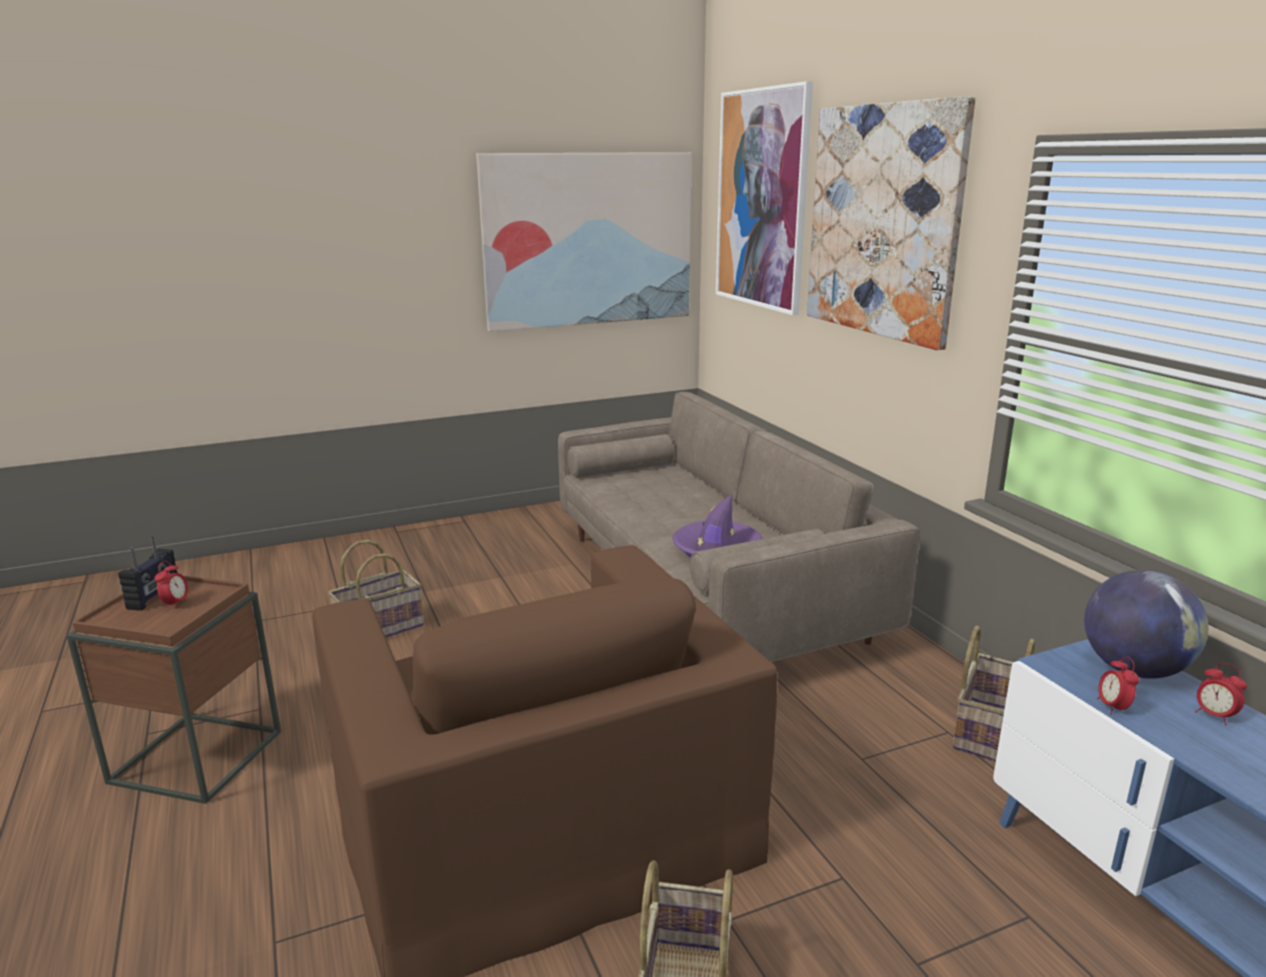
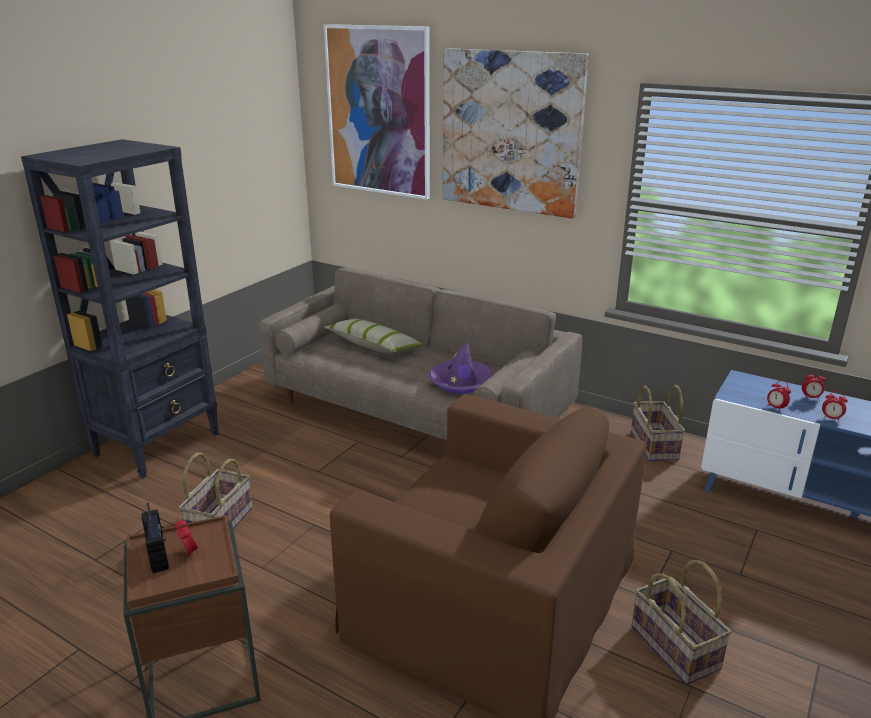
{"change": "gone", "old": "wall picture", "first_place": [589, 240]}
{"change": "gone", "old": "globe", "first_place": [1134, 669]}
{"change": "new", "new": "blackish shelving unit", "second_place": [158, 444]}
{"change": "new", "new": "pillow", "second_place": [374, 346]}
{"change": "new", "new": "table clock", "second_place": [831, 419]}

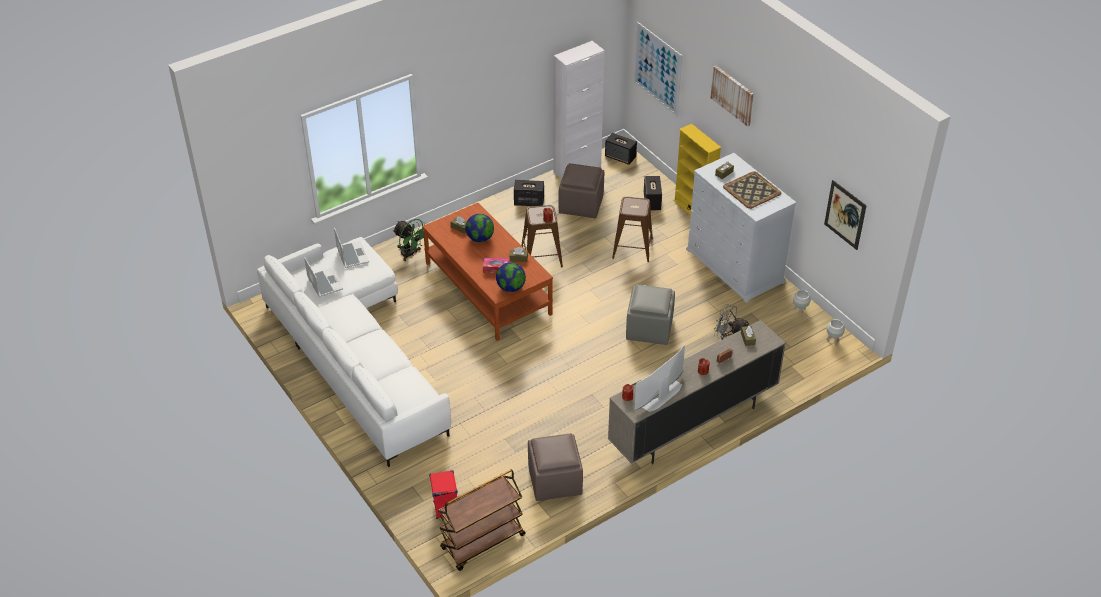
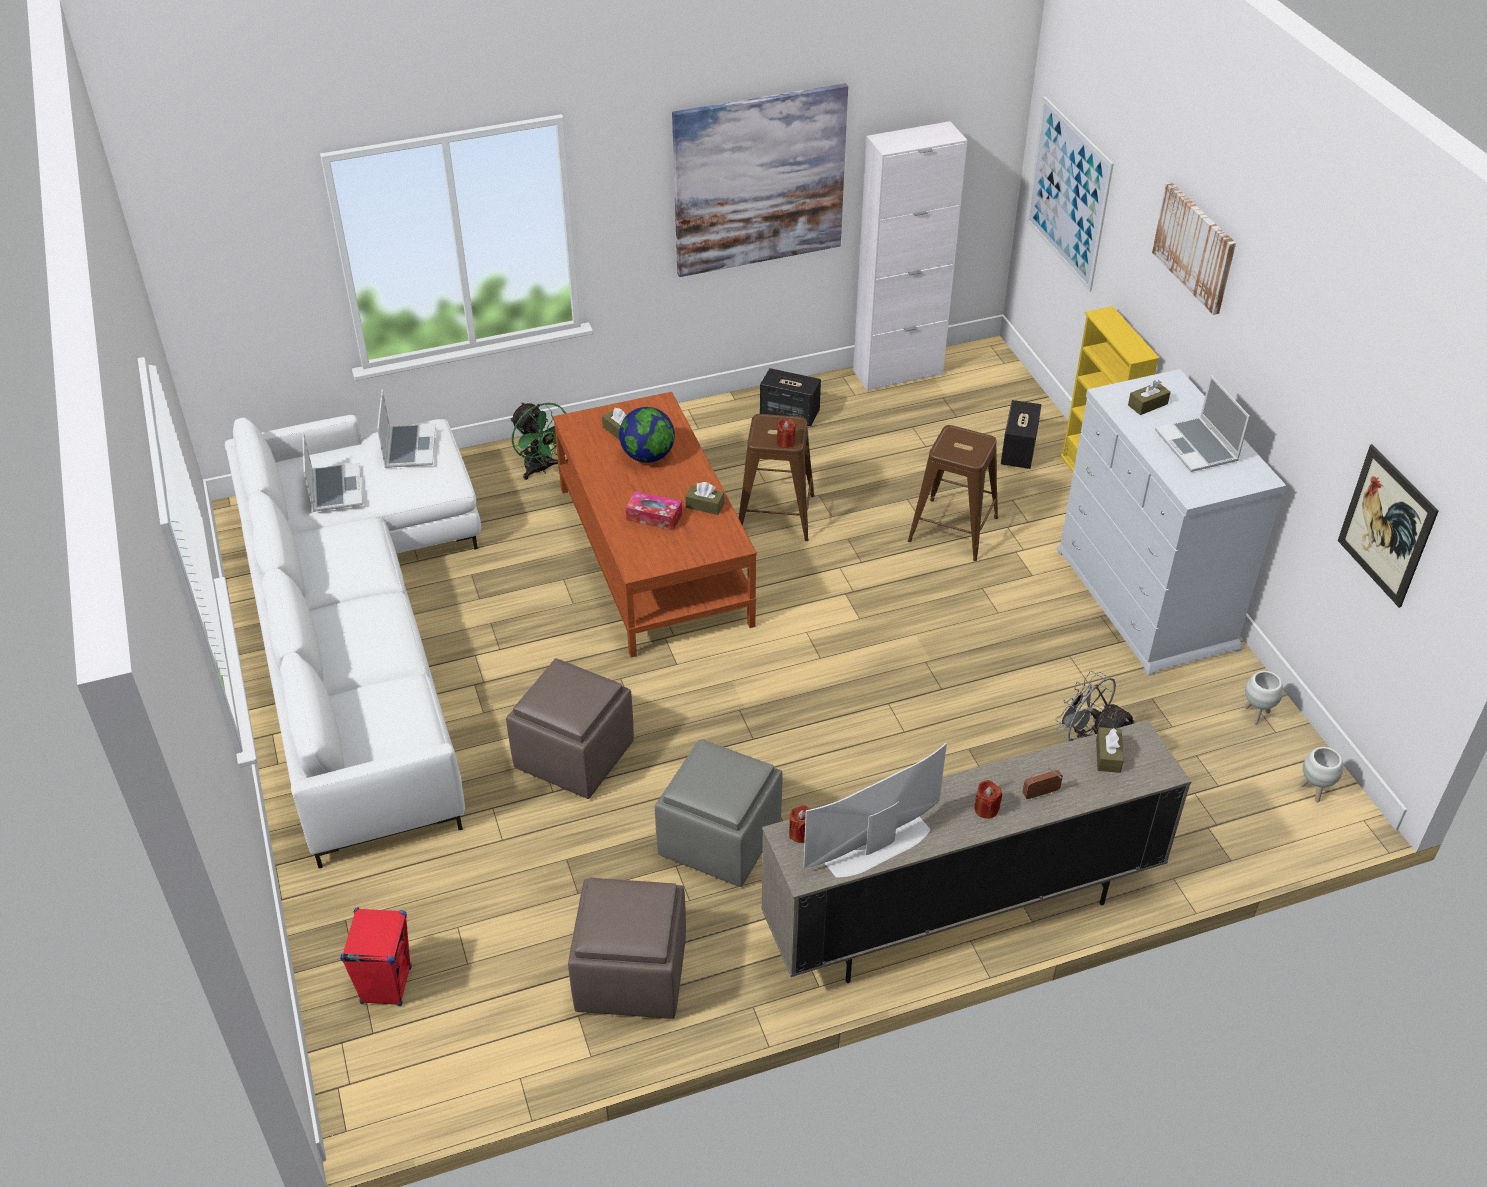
{"change": "gone", "old": "brown-coloured wheeled cart", "first_place": [482, 542]}
{"change": "gone", "old": "globe", "first_place": [511, 288]}
{"change": "shifted", "old": "brown-coloured footrest", "first_place": [581, 204], "second_place": [576, 755]}
{"change": "gone", "old": "loudspeaker", "first_place": [620, 157]}
{"change": "shifted", "old": "grey footrest", "first_place": [649, 329], "second_place": [720, 840]}
{"change": "swapped", "old": "serving tray", "new": "portable computer", "first_place": [752, 190], "second_place": [1198, 447]}
{"change": "new", "new": "wall picture", "second_place": [759, 180]}

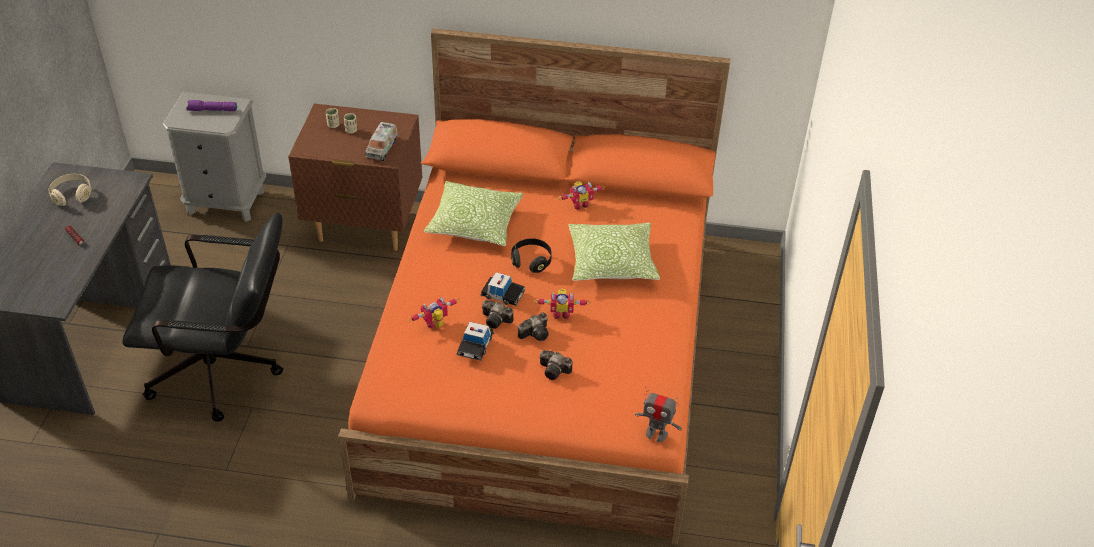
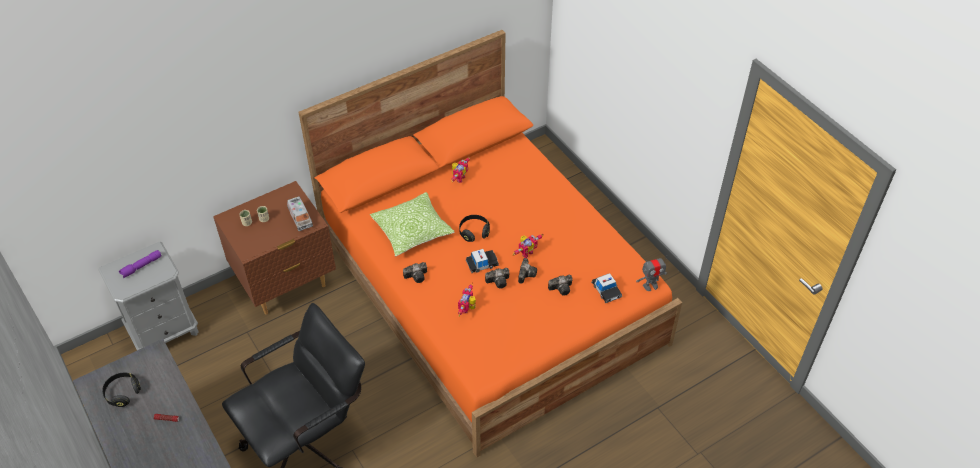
{"change": "repainted", "old": "beige-coloured pair of headphones", "new": "blackish pair of headphones", "first_place": [72, 195], "second_place": [123, 393]}
{"change": "shifted", "old": "toy car", "first_place": [475, 345], "second_place": [606, 290]}
{"change": "gone", "old": "pillow", "first_place": [612, 262]}
{"change": "new", "new": "still camera", "second_place": [417, 276]}

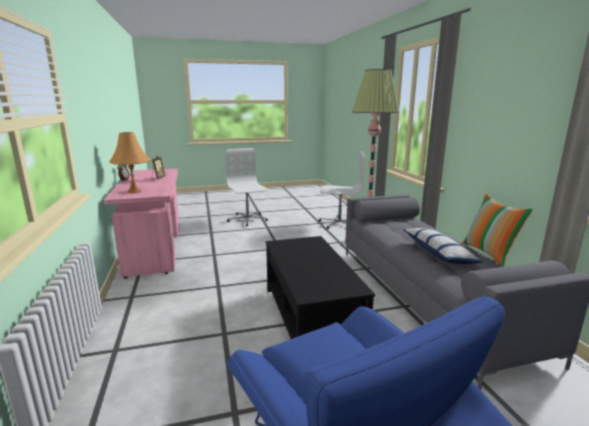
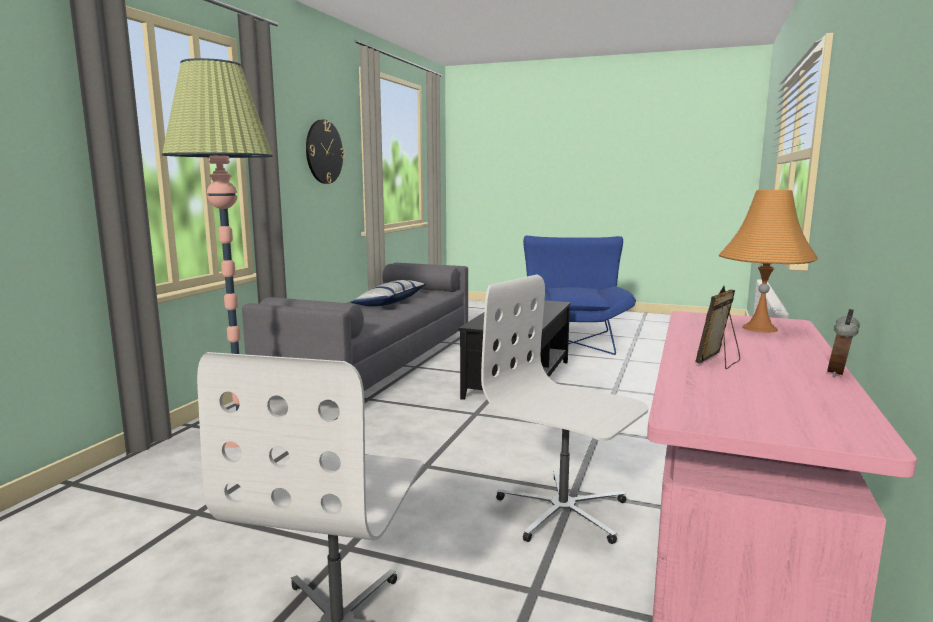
{"change": "shifted", "old": "whitish office chair", "first_place": [339, 223], "second_place": [562, 512]}
{"change": "gone", "old": "pillow", "first_place": [489, 253]}
{"change": "new", "new": "wall clock", "second_place": [324, 152]}

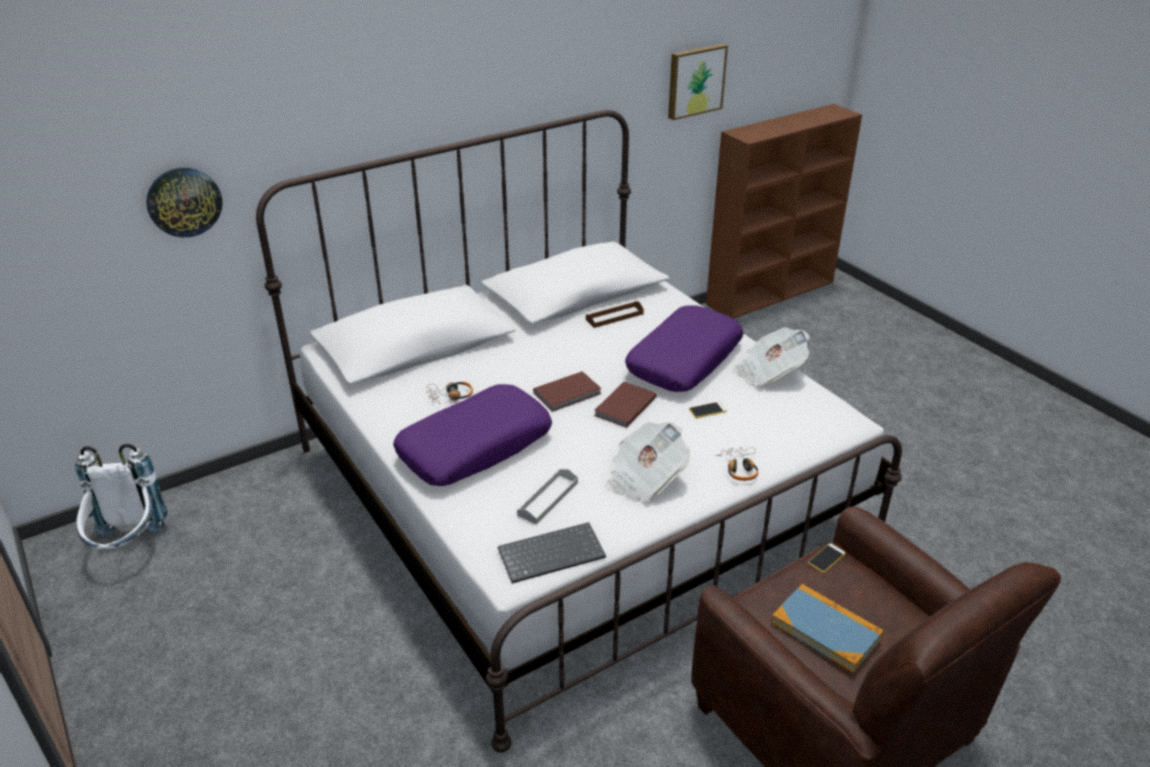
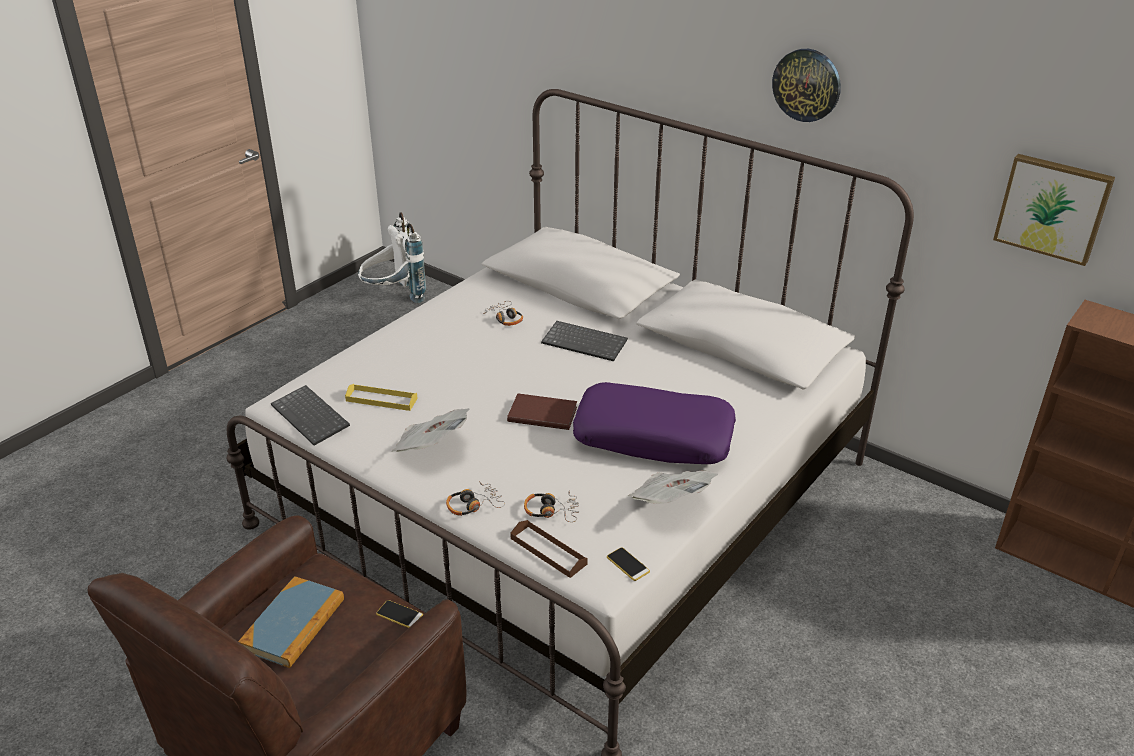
{"change": "shifted", "old": "wall clock", "first_place": [184, 202], "second_place": [807, 85]}
{"change": "gone", "old": "purplish pillow", "first_place": [475, 446]}
{"change": "repainted", "old": "grey serving tray", "new": "yellow serving tray", "first_place": [548, 499], "second_place": [381, 400]}
{"change": "gone", "old": "brown-coloured bound book", "first_place": [568, 394]}
{"change": "shifted", "old": "brown-coloured serving tray", "first_place": [614, 316], "second_place": [548, 551]}
{"change": "shifted", "old": "phone", "first_place": [707, 410], "second_place": [628, 564]}
{"change": "new", "new": "pair of headphones", "second_place": [551, 511]}
{"change": "new", "new": "keyboard", "second_place": [586, 342]}

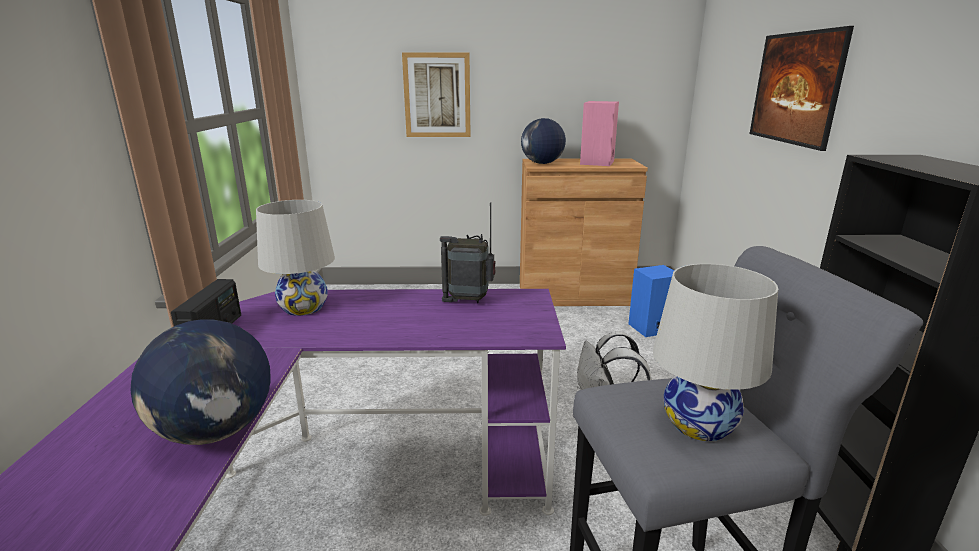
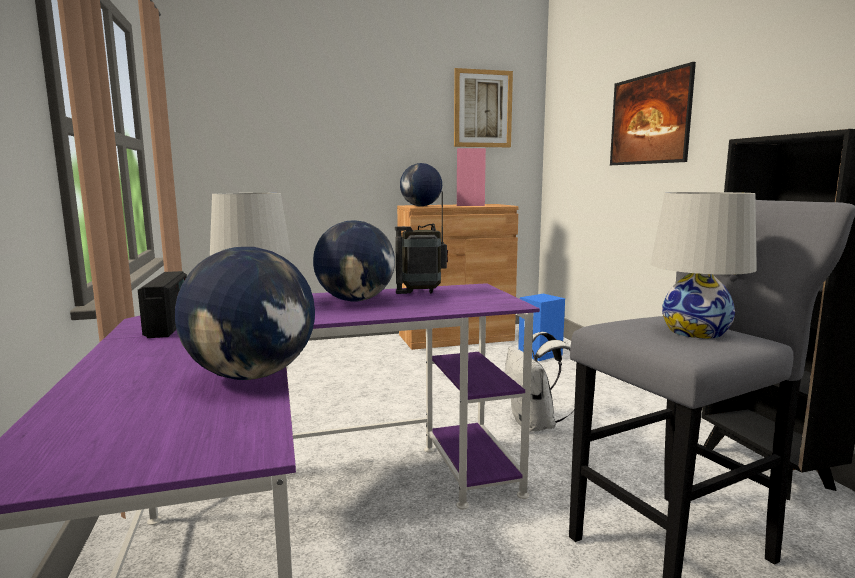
{"change": "shifted", "old": "wall picture", "first_place": [437, 95], "second_place": [482, 109]}
{"change": "new", "new": "globe", "second_place": [355, 300]}

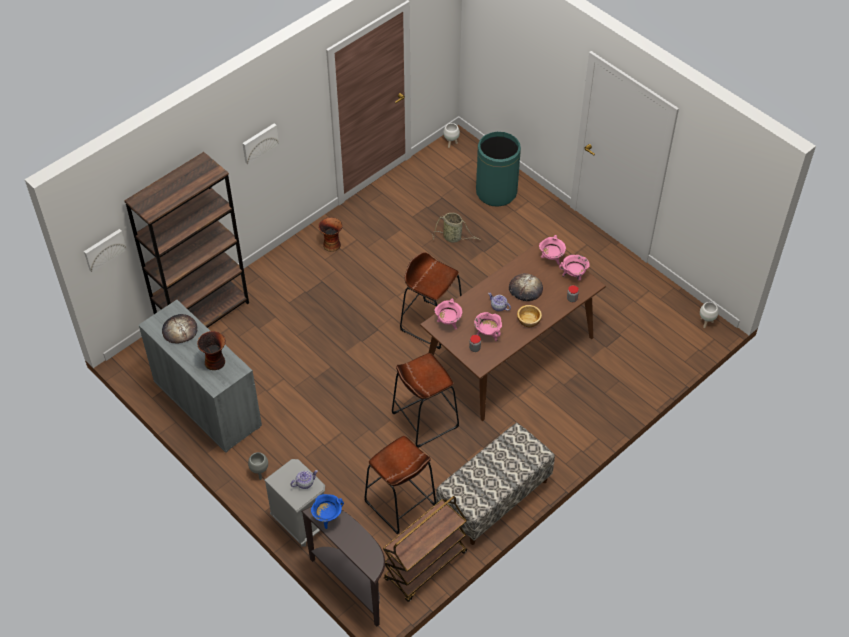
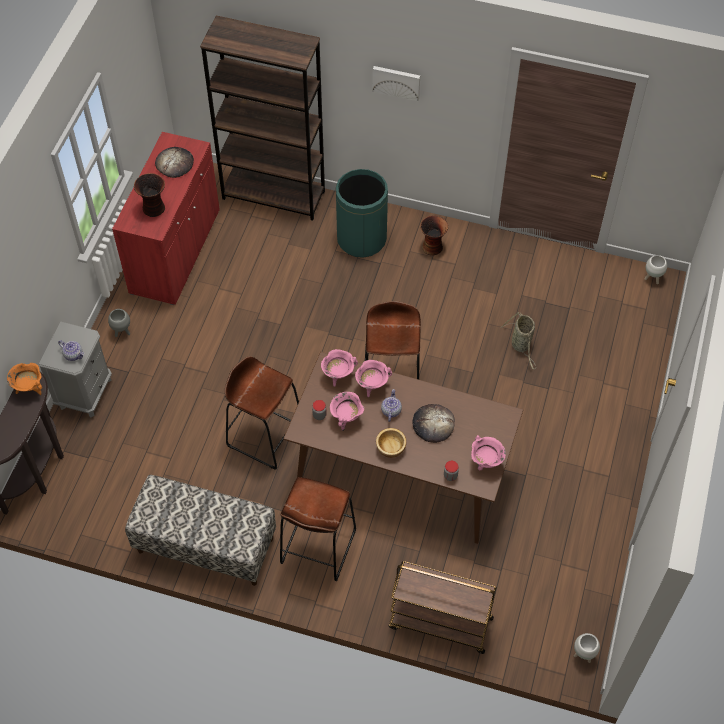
{"change": "gone", "old": "wall picture", "first_place": [104, 249]}
{"change": "repainted", "old": "grey cupboard", "new": "red-coloured cupboard", "first_place": [207, 404], "second_place": [175, 252]}
{"change": "repainted", "old": "bluish stockpot", "new": "orange stockpot", "first_place": [327, 517], "second_place": [29, 388]}
{"change": "shifted", "old": "brown-coloured stool seat", "first_place": [400, 503], "second_place": [318, 547]}
{"change": "shifted", "old": "brown-coloured wheeled cart", "first_place": [425, 566], "second_place": [439, 623]}
{"change": "shifted", "old": "green-coloured waste bin", "first_place": [496, 192], "second_place": [361, 239]}
{"change": "shifted", "old": "pink-coloured stockpot", "first_place": [551, 258], "second_place": [372, 386]}

